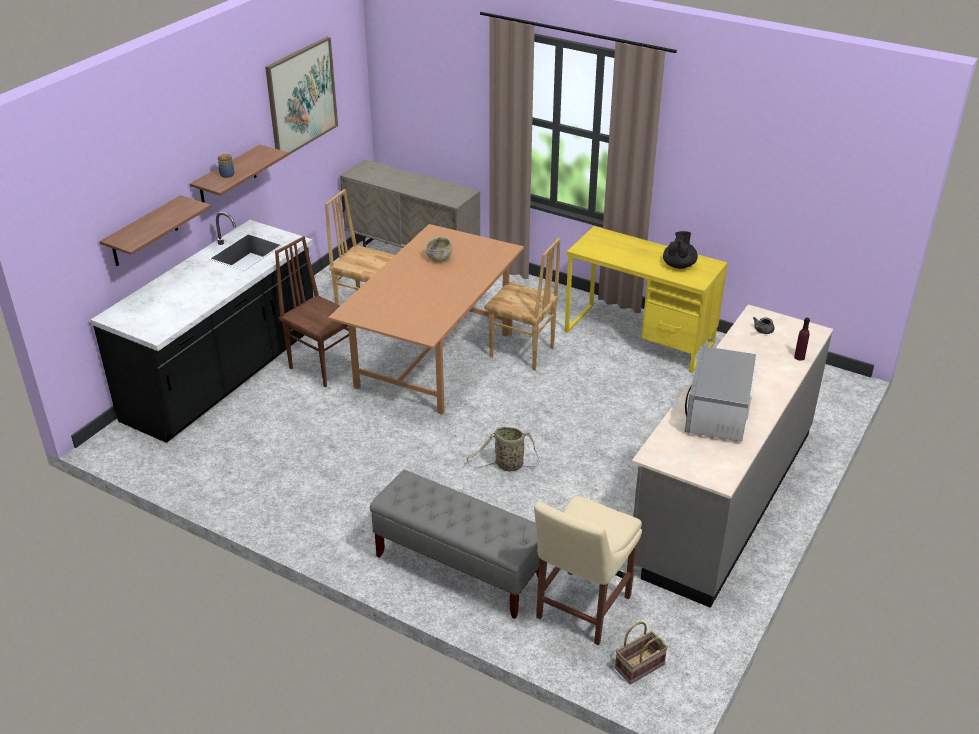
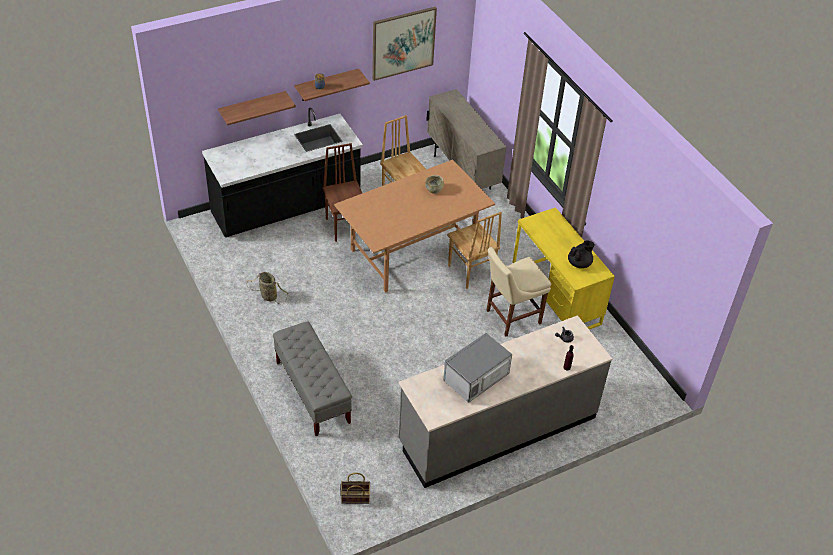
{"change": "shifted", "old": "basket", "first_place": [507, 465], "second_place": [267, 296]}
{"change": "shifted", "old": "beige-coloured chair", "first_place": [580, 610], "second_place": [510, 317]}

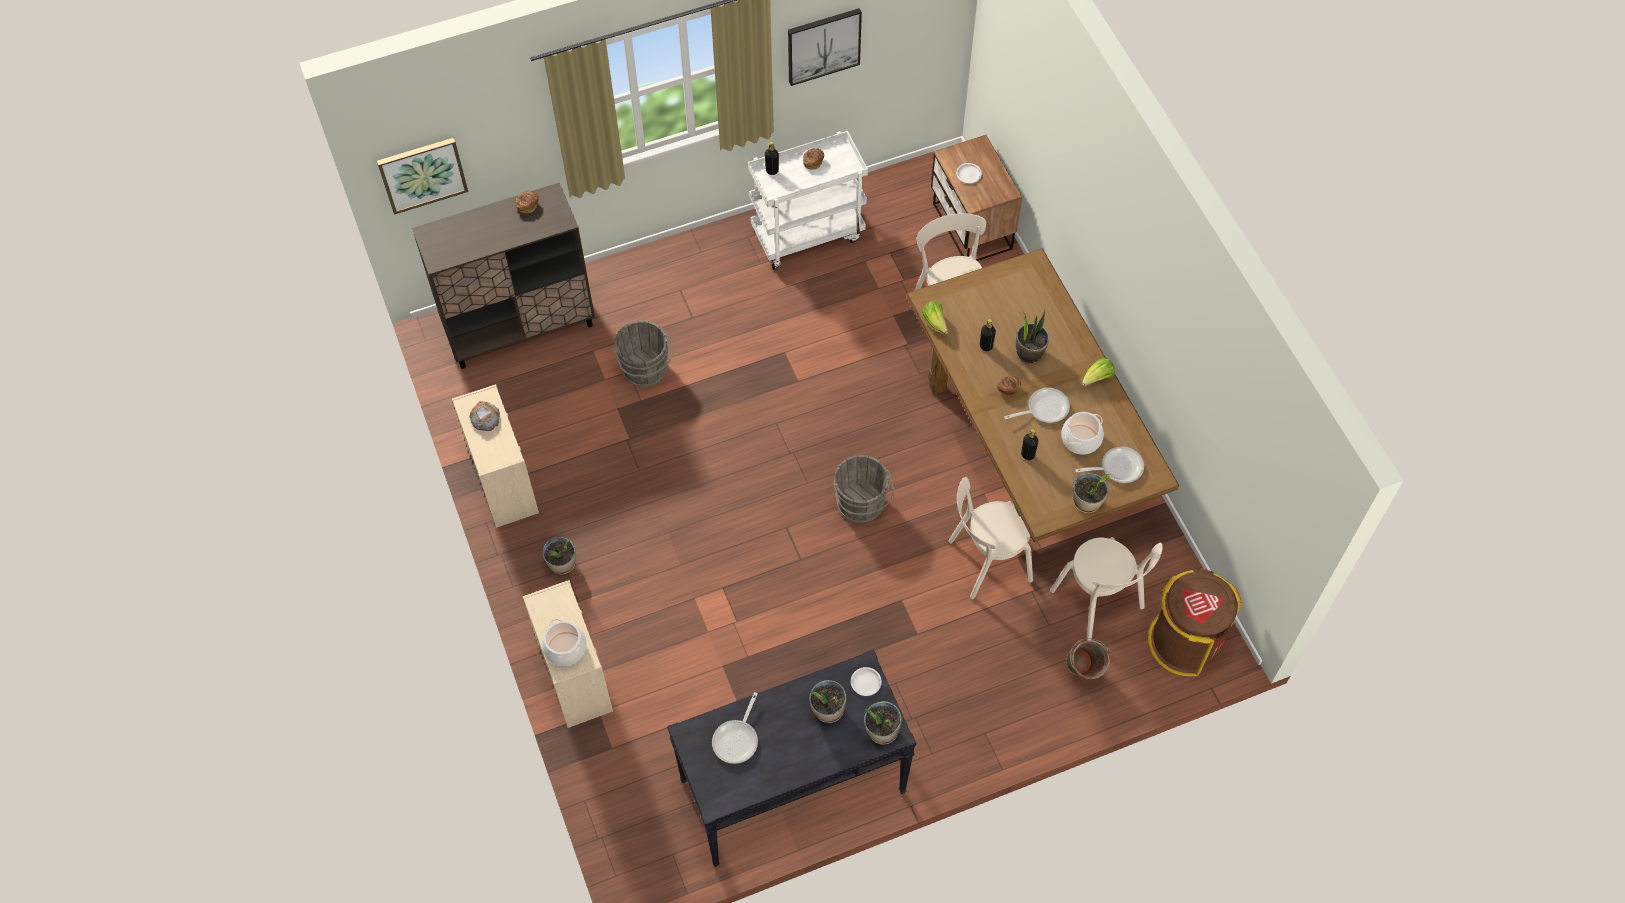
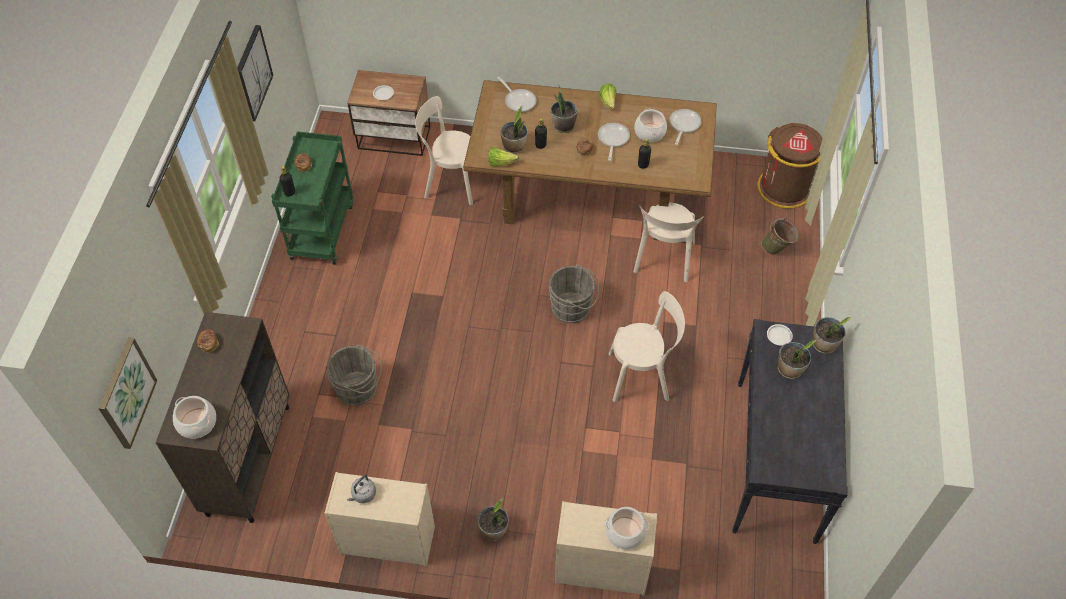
{"change": "swapped", "old": "baked bread", "new": "grey tea kettle", "first_place": [485, 418], "second_place": [363, 495]}
{"change": "shifted", "old": "pan", "first_place": [737, 739], "second_place": [519, 100]}
{"change": "repainted", "old": "whitish wheeled cart", "new": "green-coloured wheeled cart", "first_place": [808, 234], "second_place": [322, 230]}
{"change": "shifted", "old": "beige-coloured chair", "first_place": [1099, 602], "second_place": [642, 376]}
{"change": "shifted", "old": "potted plant", "first_place": [1086, 502], "second_place": [514, 147]}
{"change": "new", "new": "stockpot", "second_place": [197, 423]}

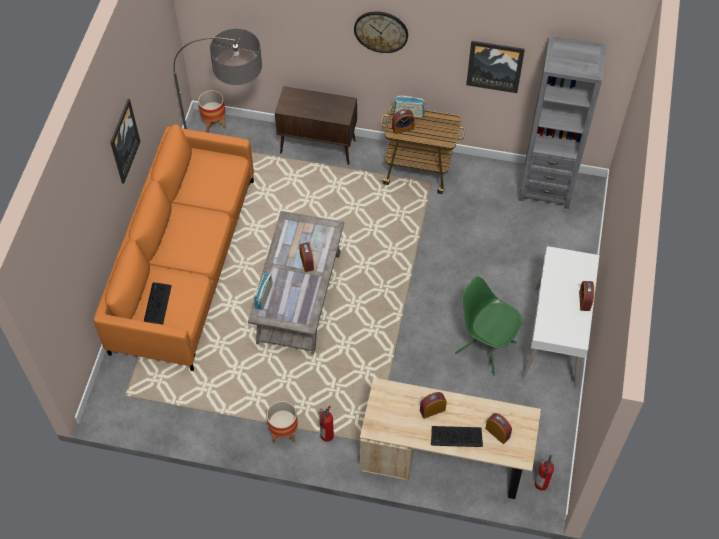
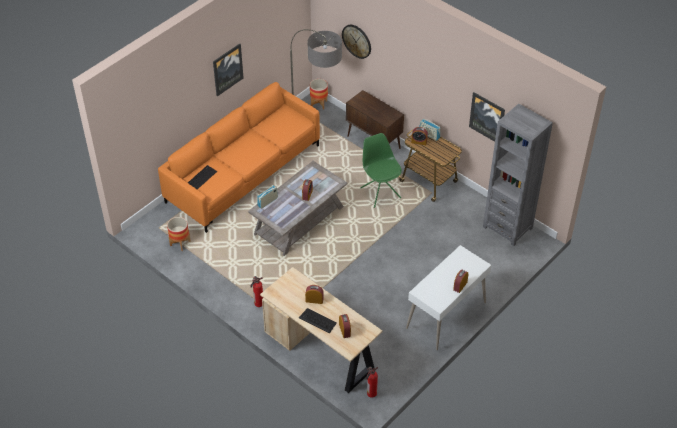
{"change": "shifted", "old": "plant pot", "first_place": [284, 432], "second_place": [180, 243]}
{"change": "shifted", "old": "wall clock", "first_place": [381, 31], "second_place": [357, 41]}
{"change": "shifted", "old": "green-coloured chair", "first_place": [484, 347], "second_place": [380, 192]}

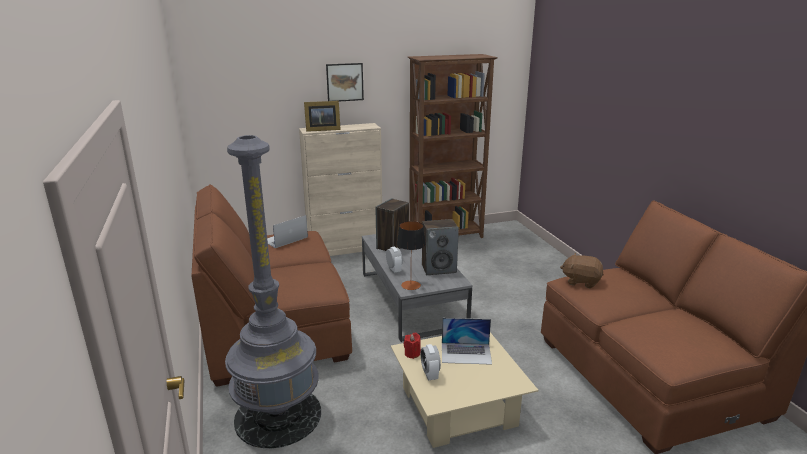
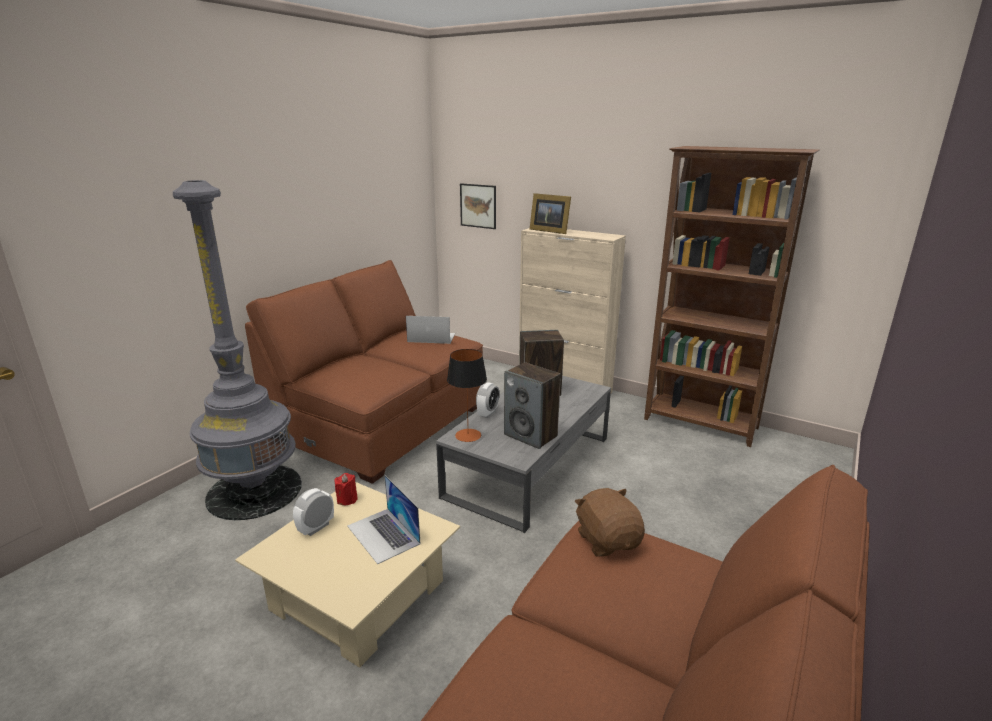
{"change": "shifted", "old": "wall picture", "first_place": [345, 82], "second_place": [478, 206]}

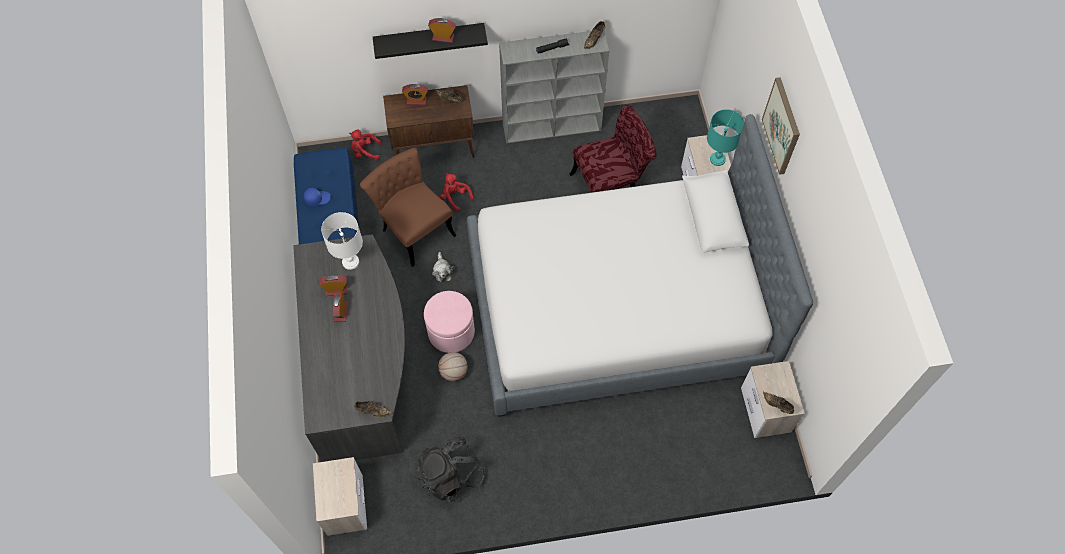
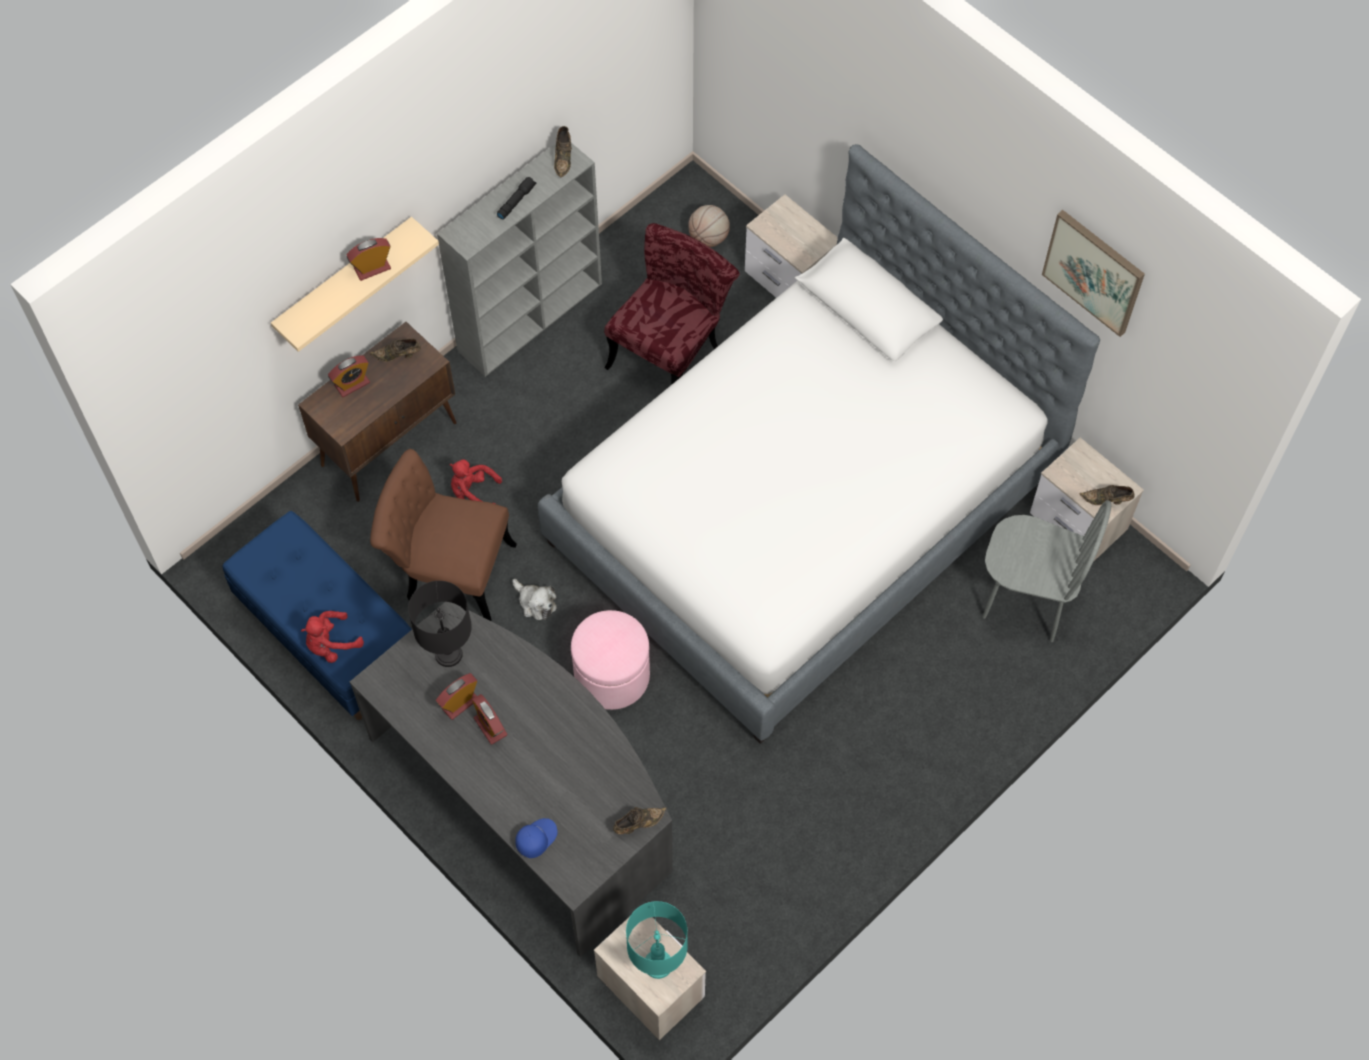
{"change": "shifted", "old": "bluish peaked cap", "first_place": [317, 198], "second_place": [536, 838]}
{"change": "repainted", "old": "whitish table lamp", "new": "blackish table lamp", "first_place": [350, 261], "second_place": [448, 653]}
{"change": "shifted", "old": "red-coloured plush toy", "first_place": [365, 151], "second_place": [331, 644]}
{"change": "repainted", "old": "blackish wall shelf", "new": "beige-coloured wall shelf", "first_place": [429, 39], "second_place": [345, 282]}
{"change": "gone", "old": "blackish knapsack", "first_place": [451, 475]}
{"change": "shifted", "old": "ball for basketball", "first_place": [454, 372], "second_place": [709, 238]}
{"change": "shifted", "old": "turquoise-coloured table lamp", "first_place": [717, 159], "second_place": [657, 965]}
{"change": "shifted", "old": "wall picture", "first_place": [782, 126], "second_place": [1094, 271]}
{"change": "new", "new": "grey chair", "second_place": [1027, 600]}

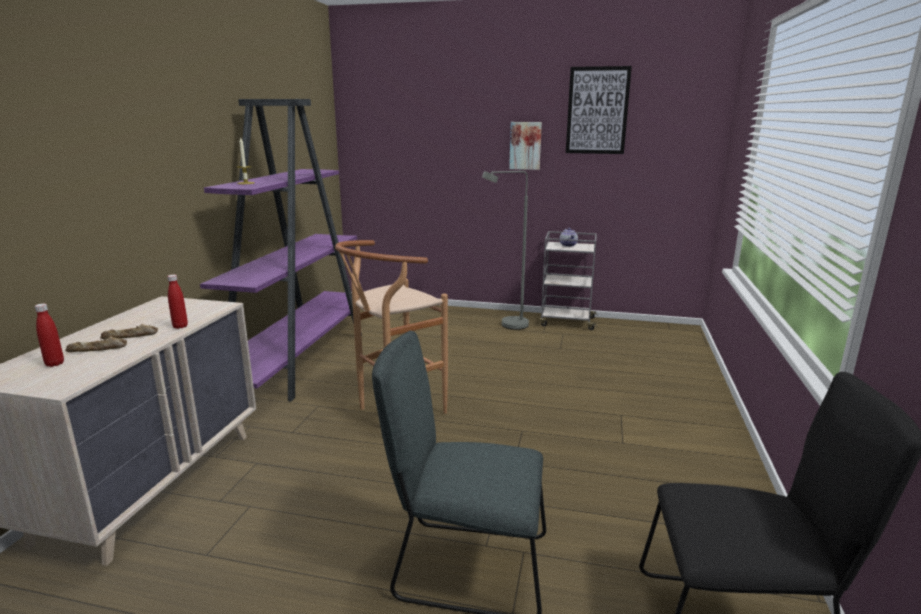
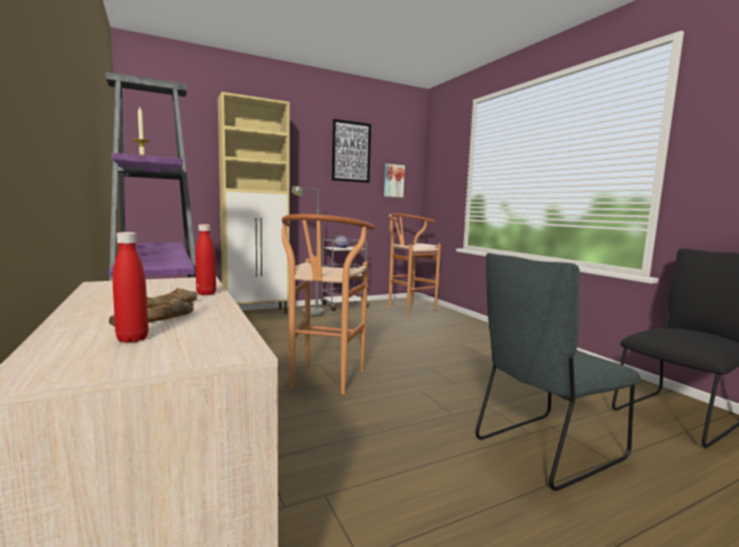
{"change": "shifted", "old": "wall picture", "first_place": [525, 145], "second_place": [393, 180]}
{"change": "new", "new": "beige-coloured cupboard", "second_place": [256, 313]}
{"change": "new", "new": "brown-coloured stool seat", "second_place": [408, 308]}

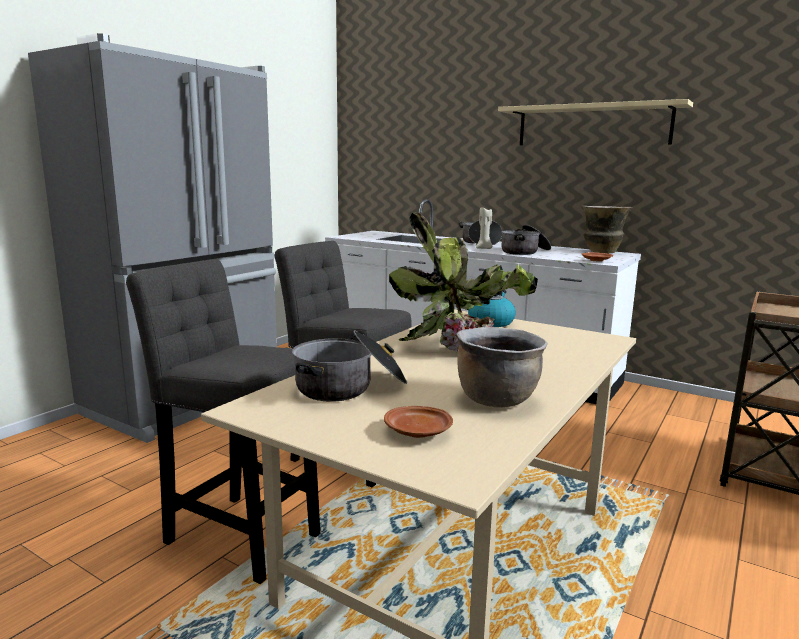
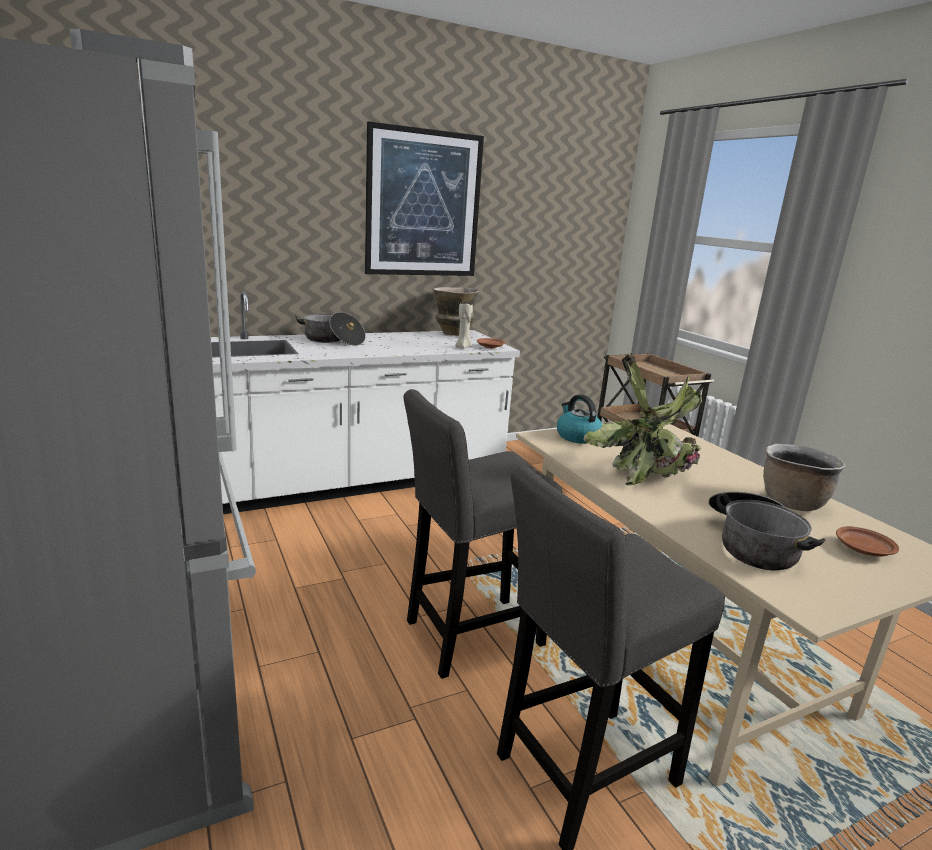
{"change": "shifted", "old": "beige-coloured wax candle", "first_place": [484, 249], "second_place": [463, 347]}
{"change": "swapped", "old": "beige-coloured wall shelf", "new": "wall picture", "first_place": [592, 125], "second_place": [423, 204]}
{"change": "gone", "old": "stockpot", "first_place": [525, 251]}

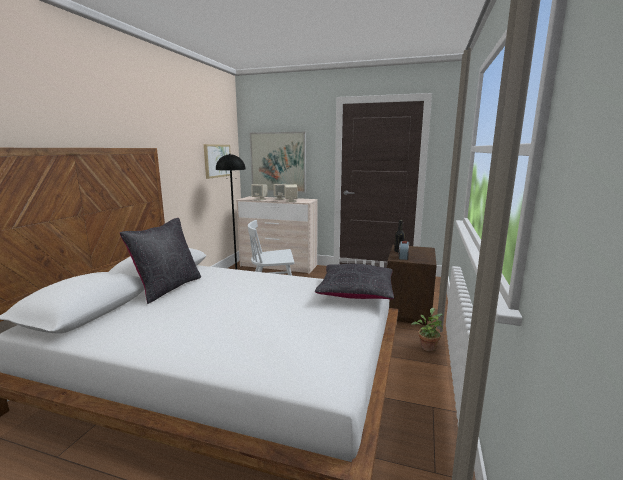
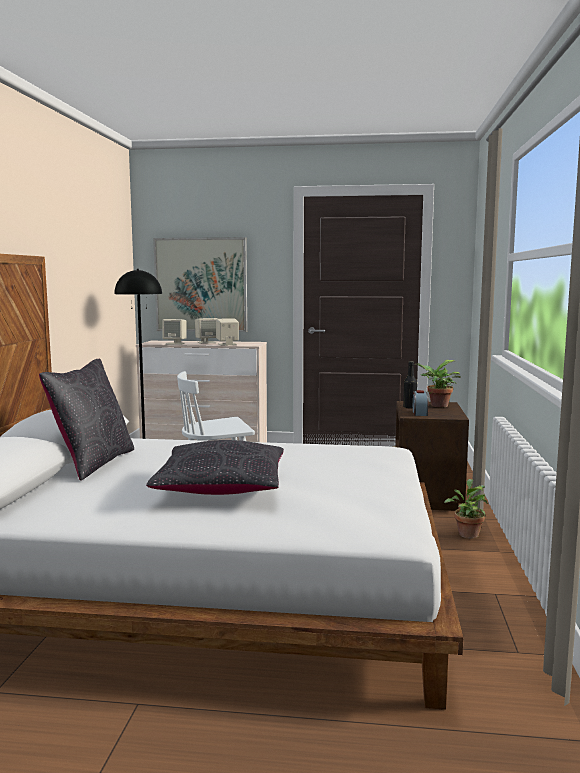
{"change": "gone", "old": "wall picture", "first_place": [217, 160]}
{"change": "shifted", "old": "blackish pillow", "first_place": [356, 292], "second_place": [221, 488]}
{"change": "new", "new": "potted plant", "second_place": [437, 406]}

